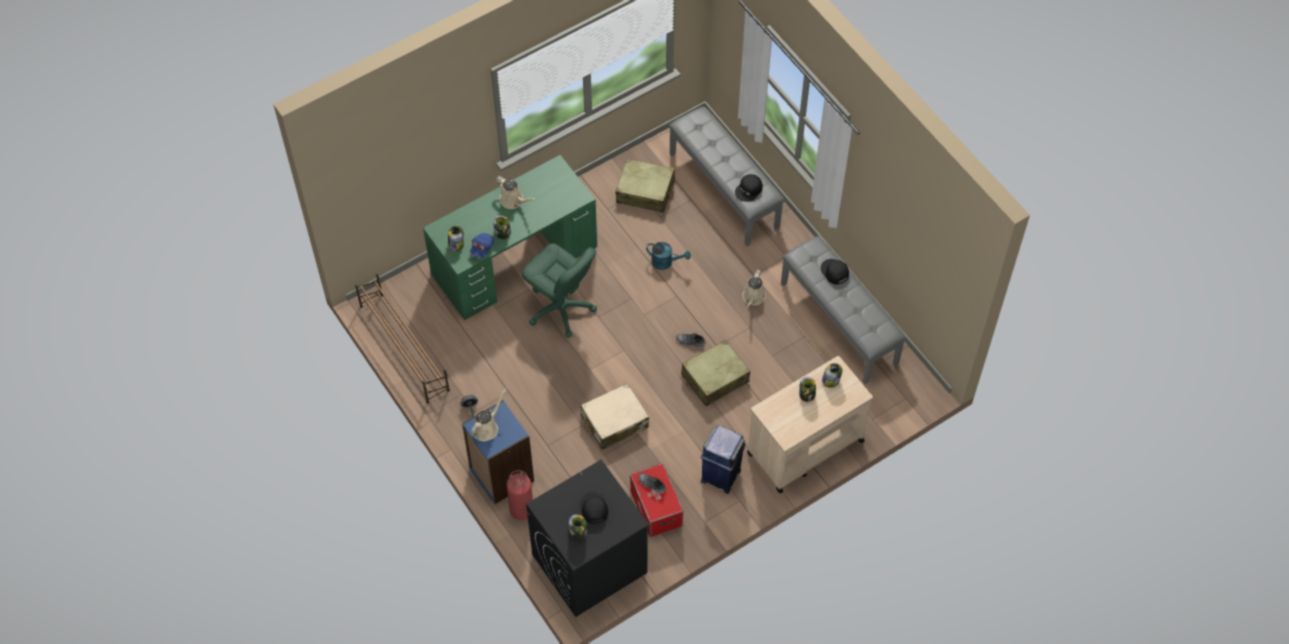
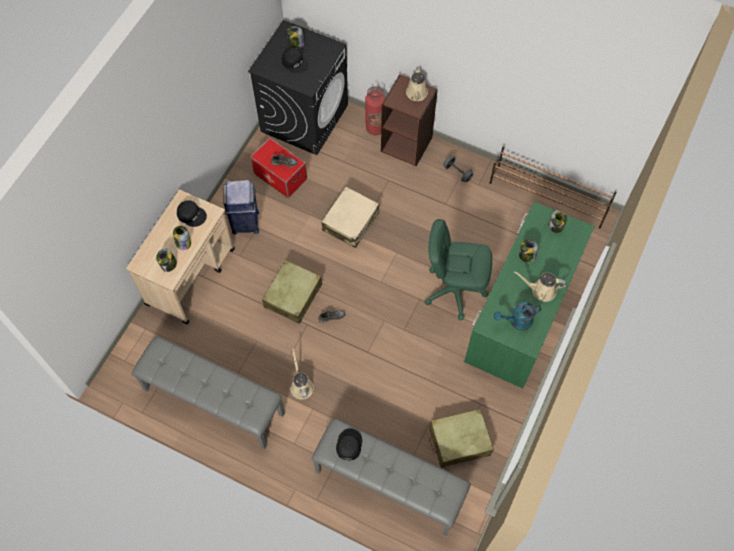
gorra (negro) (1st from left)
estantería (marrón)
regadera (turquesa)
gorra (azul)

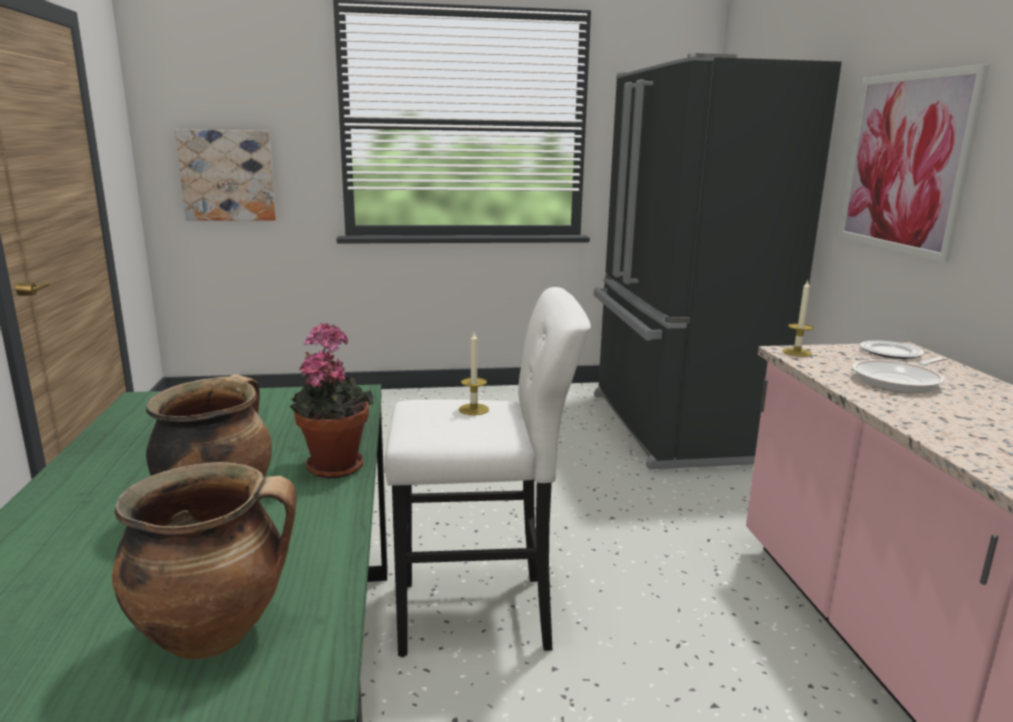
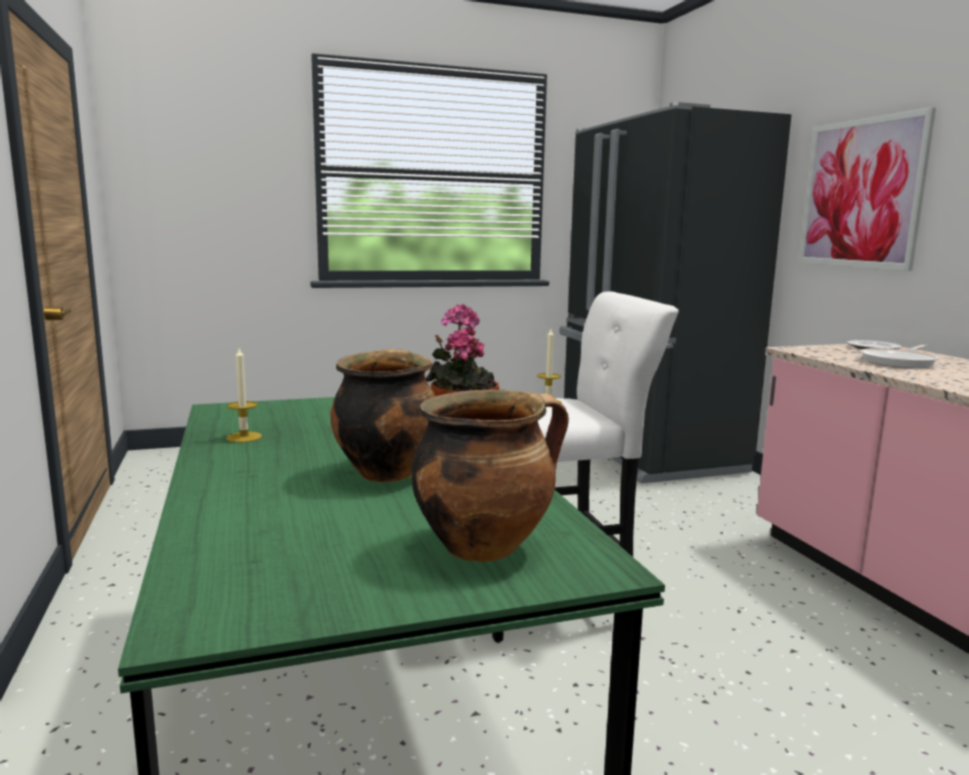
vela (1st from left)
cuadro (1st from left in the first image)

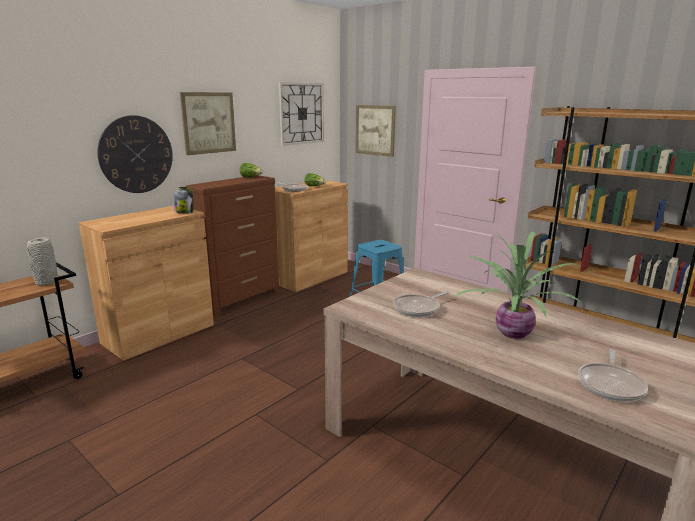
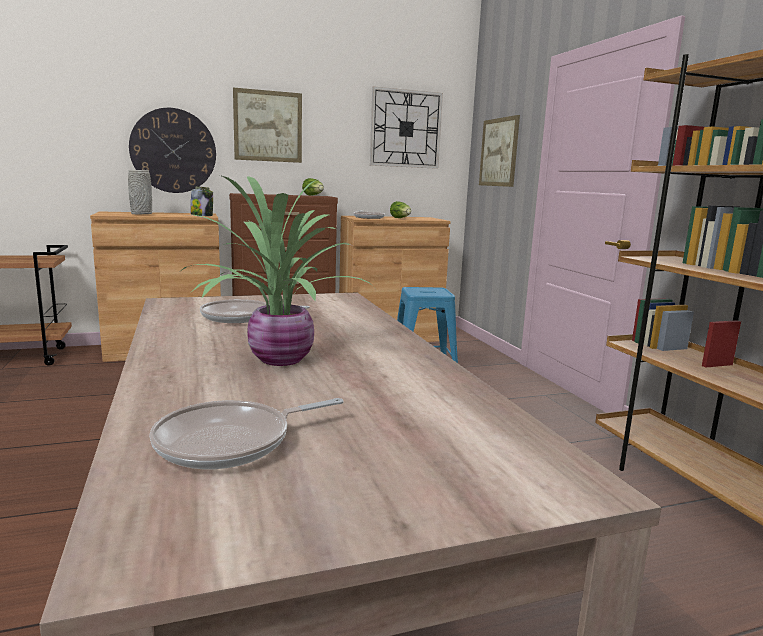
florero (gris)

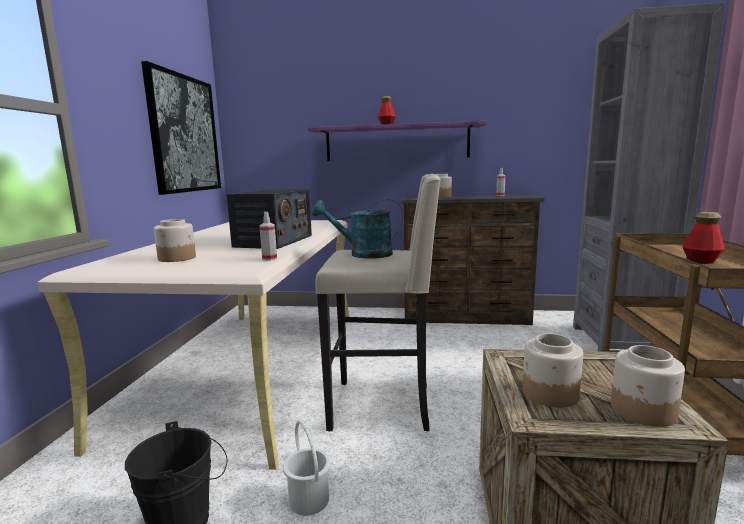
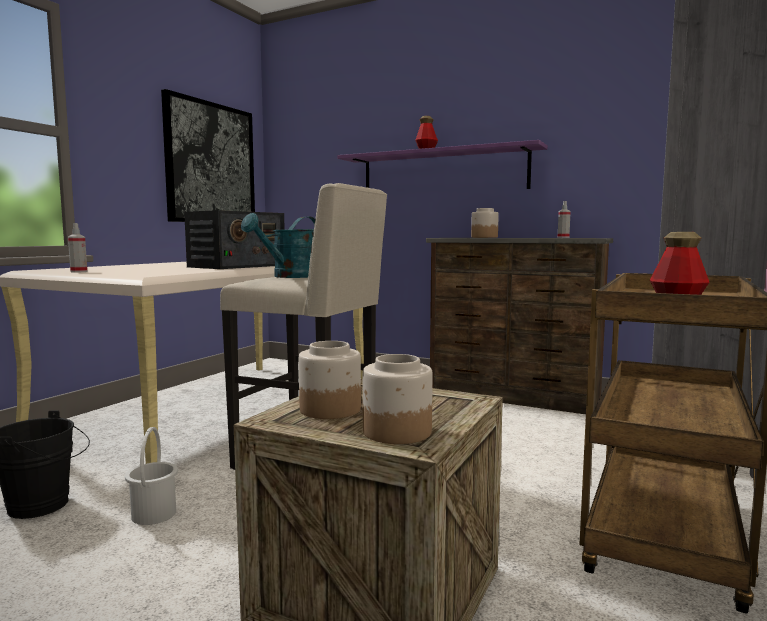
pulverizador (1st from left)
regadera (turquesa)
tarro (1st from left in the first image)

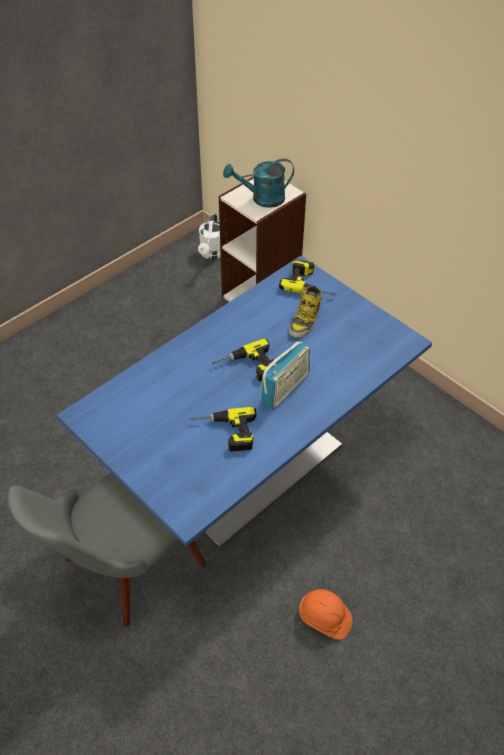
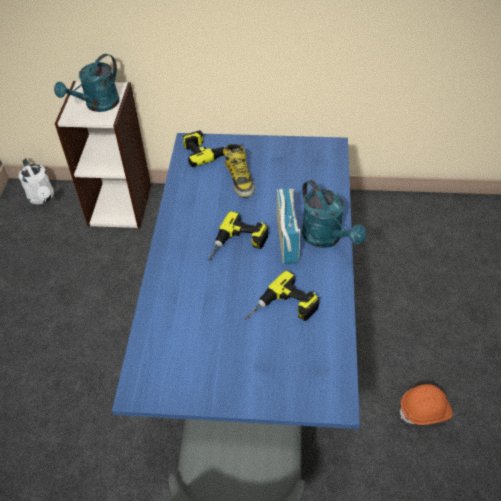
regadera (turquesa) (2nd from left)

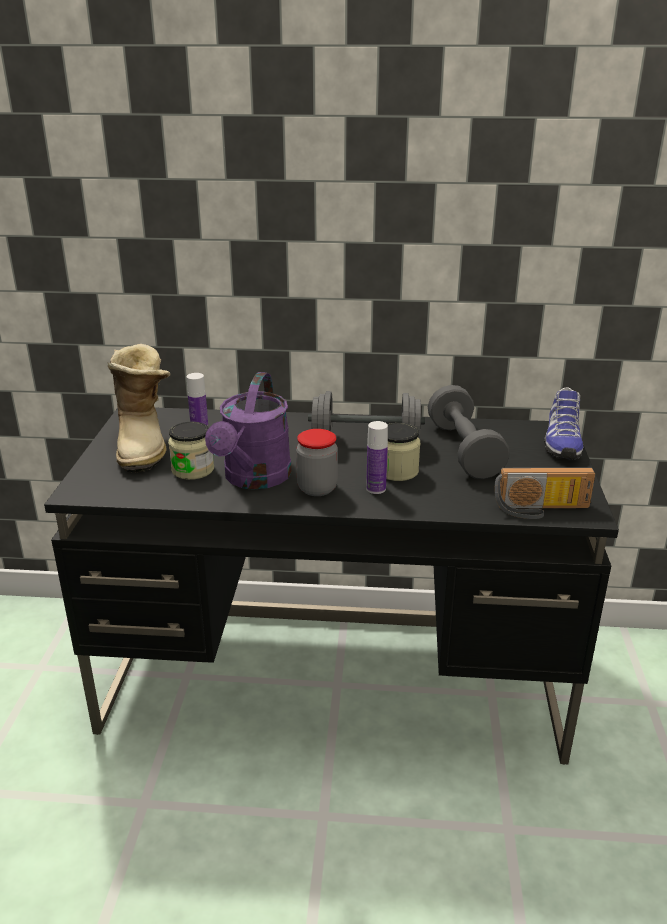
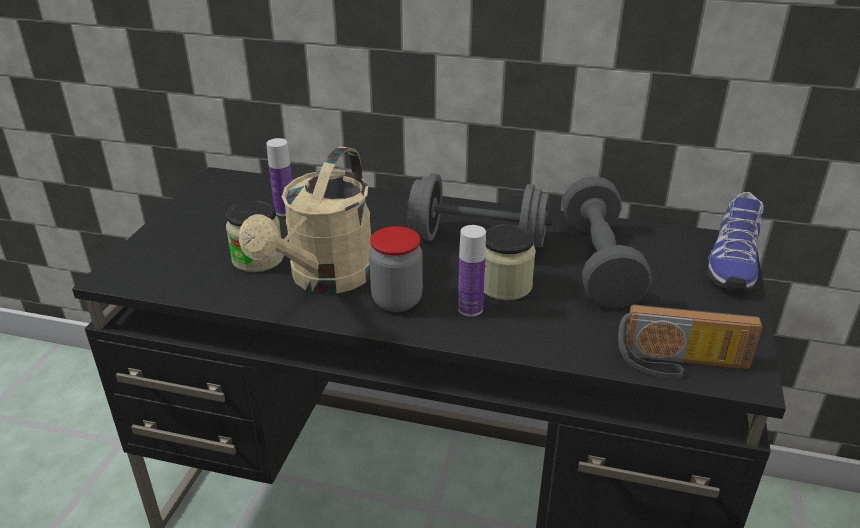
regadera (beis)
bota

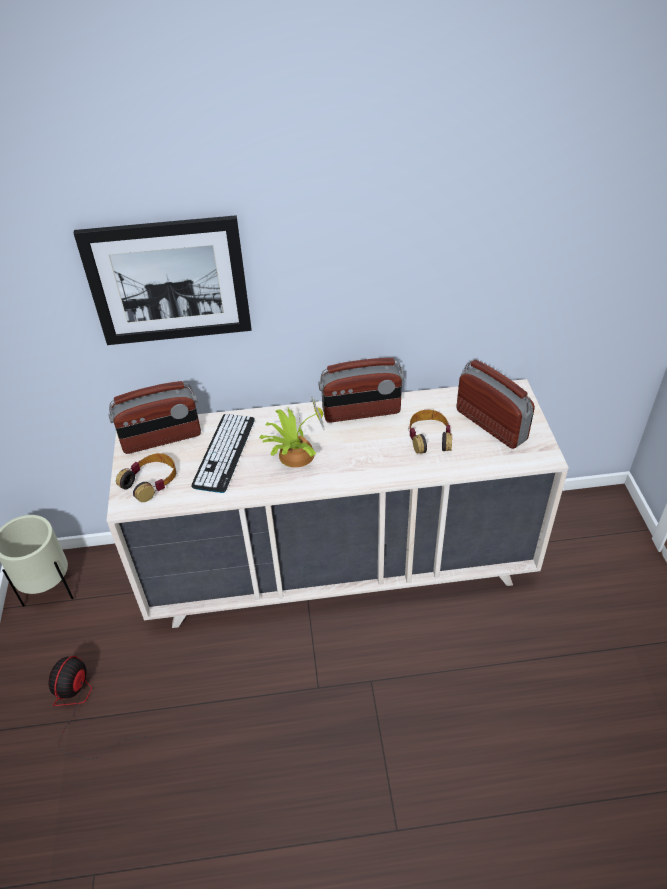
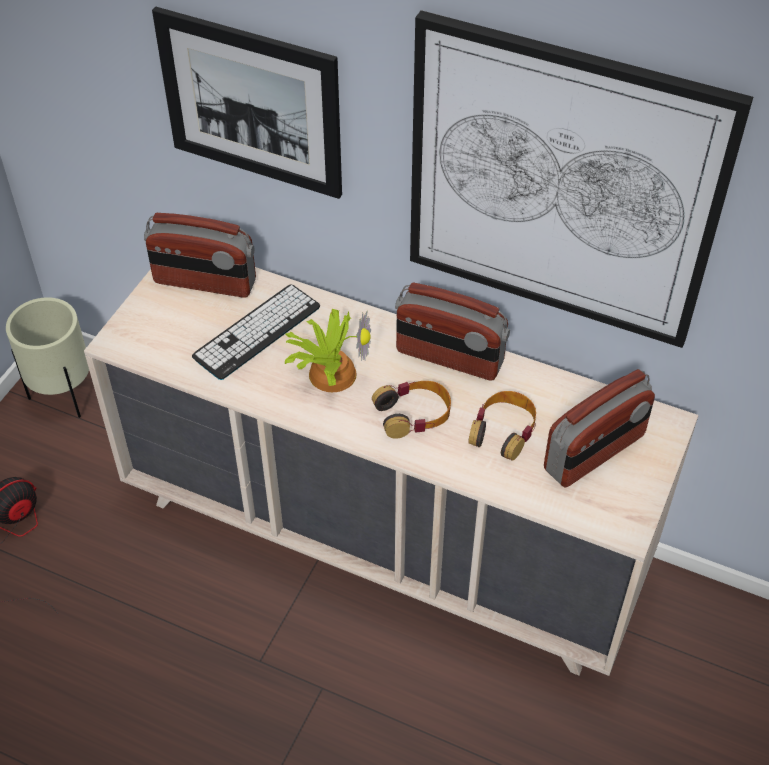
auriculares (1st from left)
cuadro (2nd from left)
radio (3rd from left)

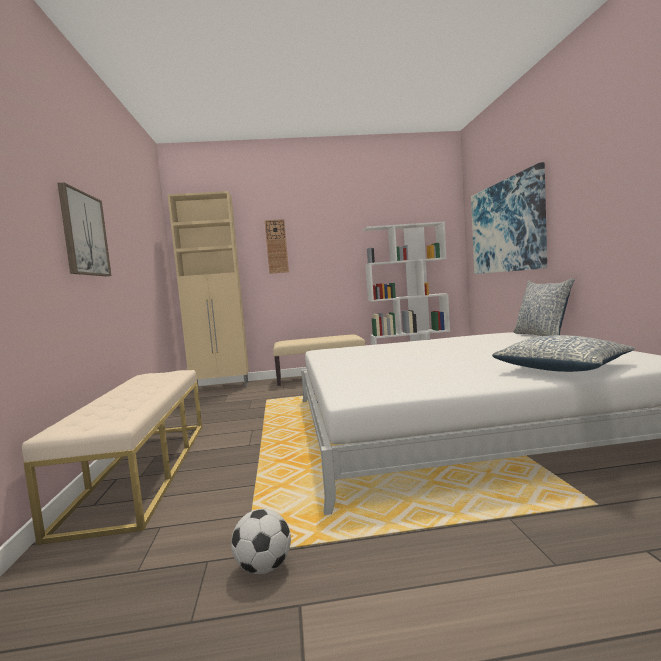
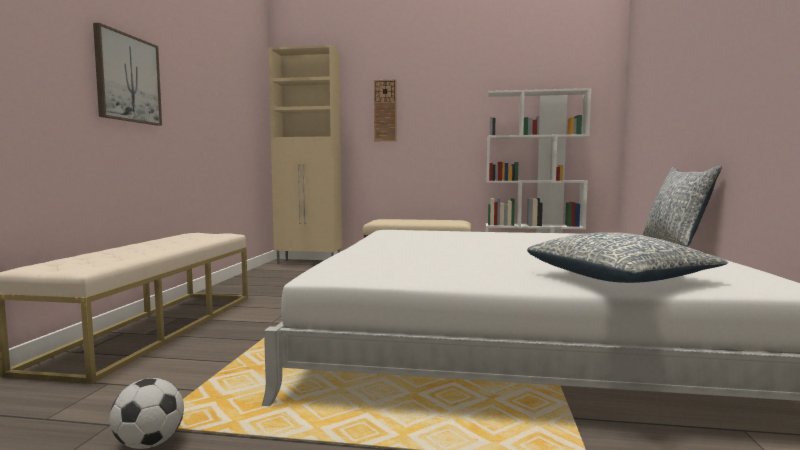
cuadro (2nd from left in the first image)

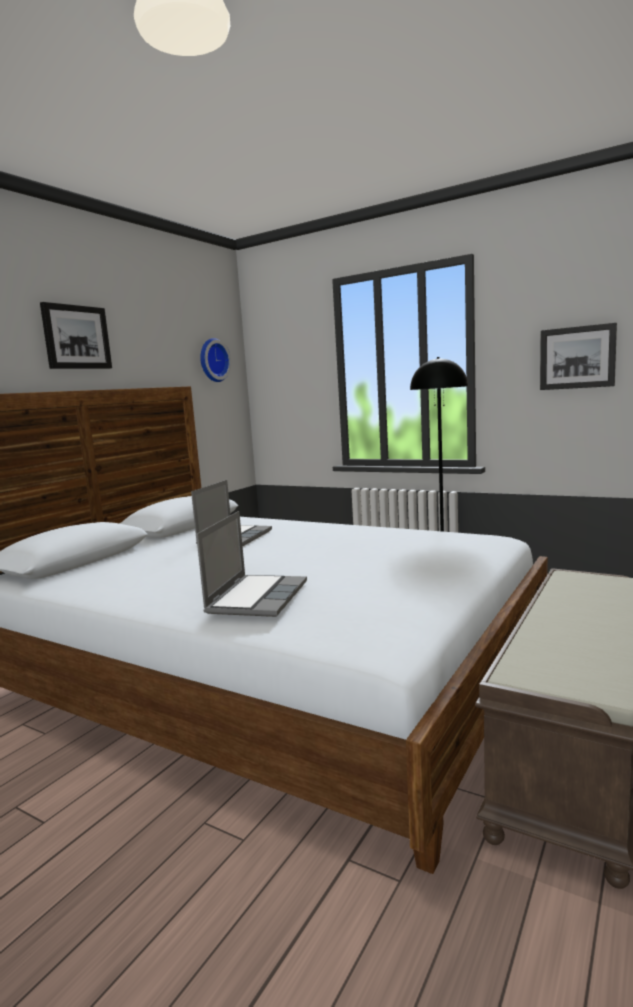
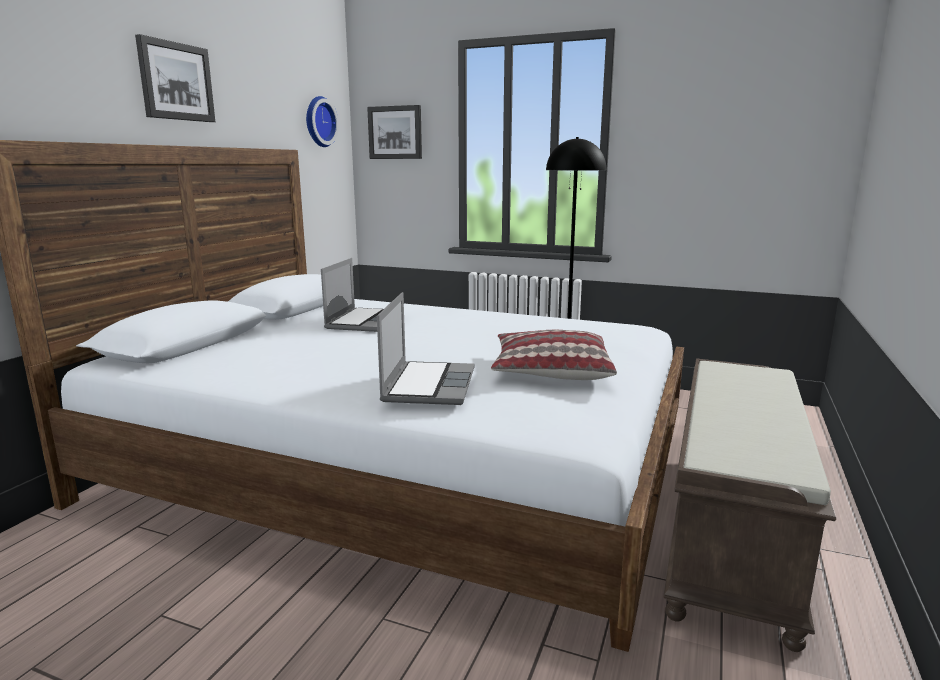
cuadro (2nd from left)
cojín

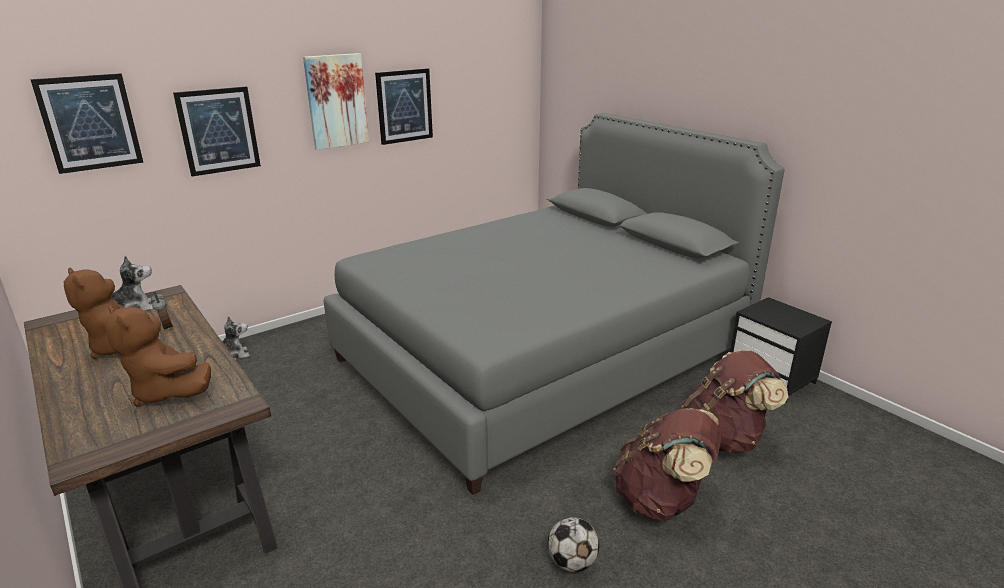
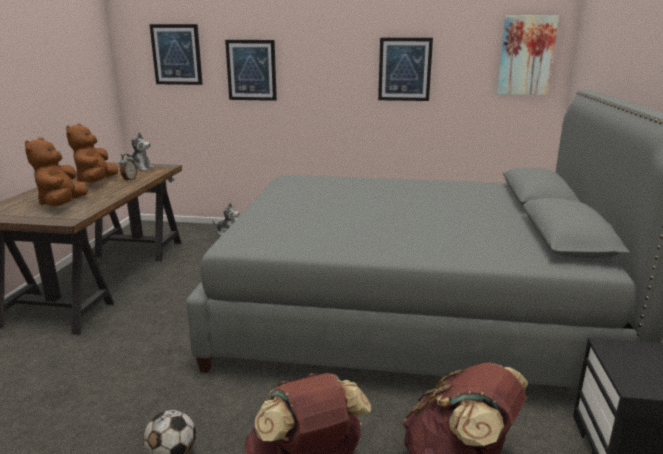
cuadro (4th from left)

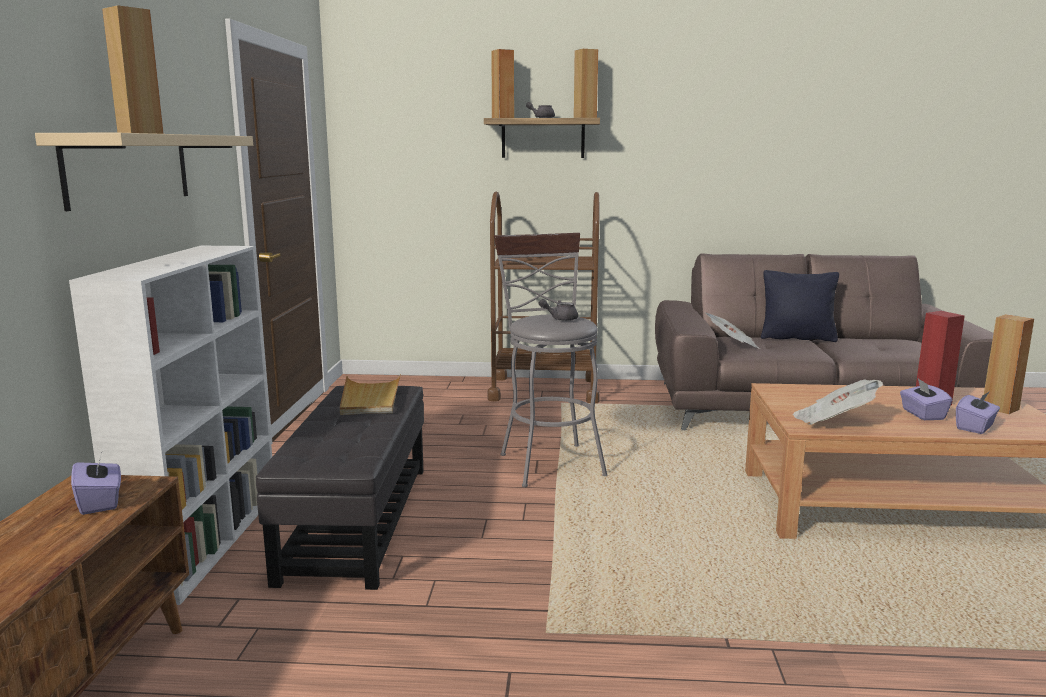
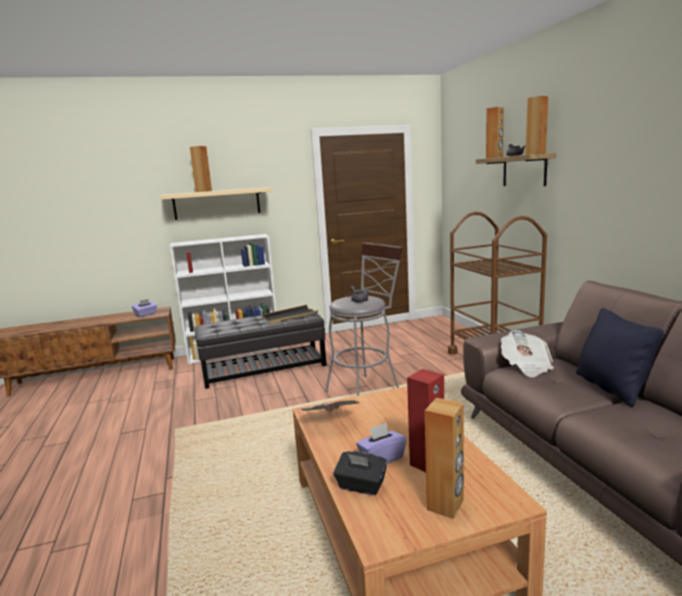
bandeja (negro)
caja de pañuelos (negro)

